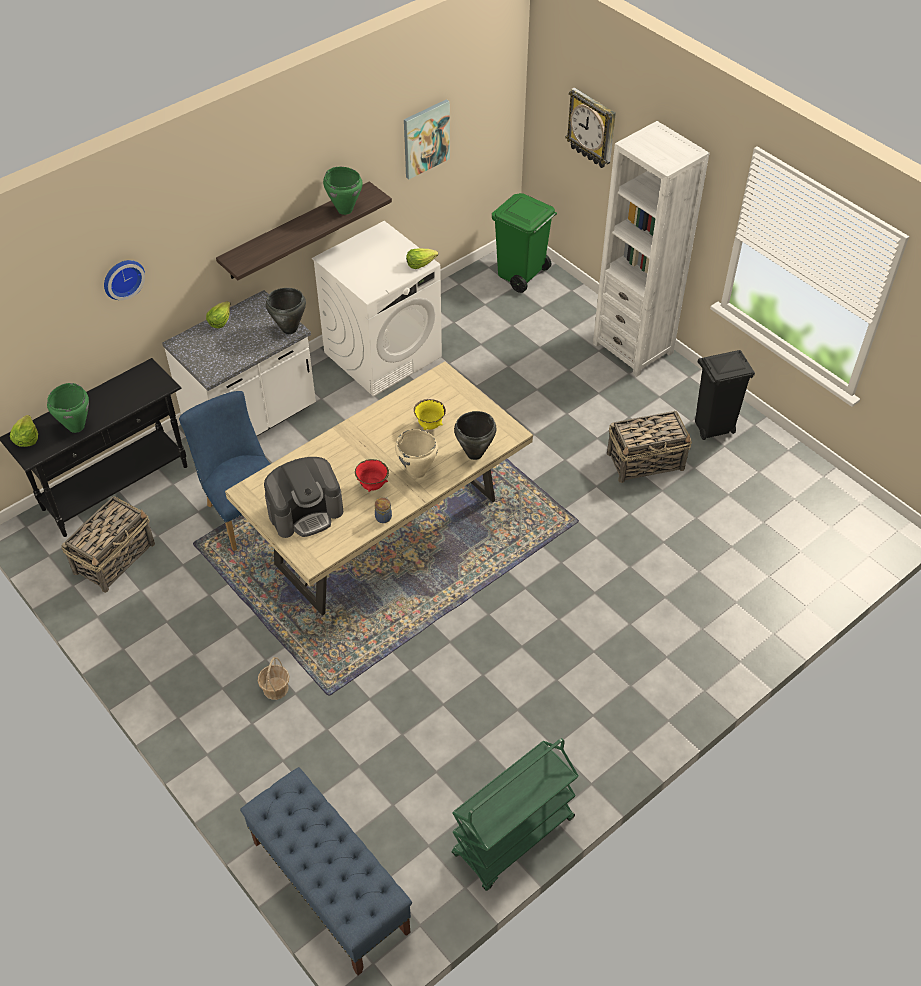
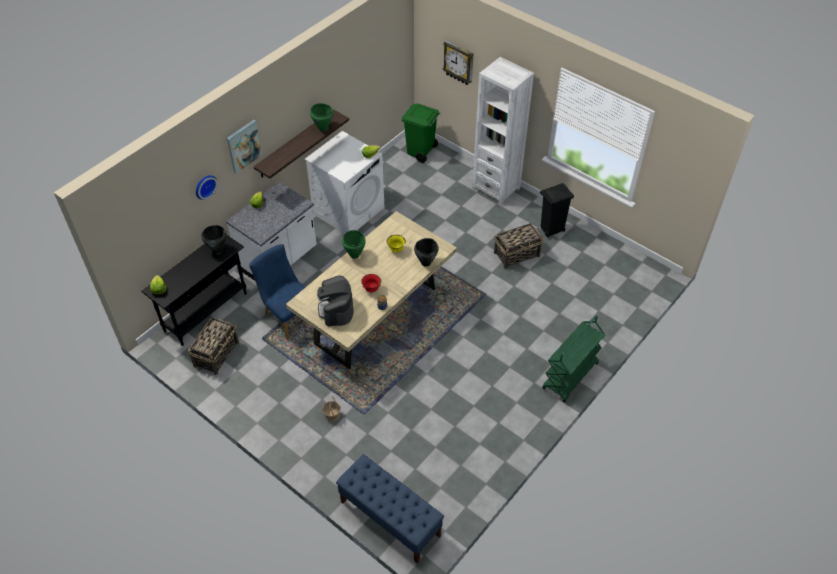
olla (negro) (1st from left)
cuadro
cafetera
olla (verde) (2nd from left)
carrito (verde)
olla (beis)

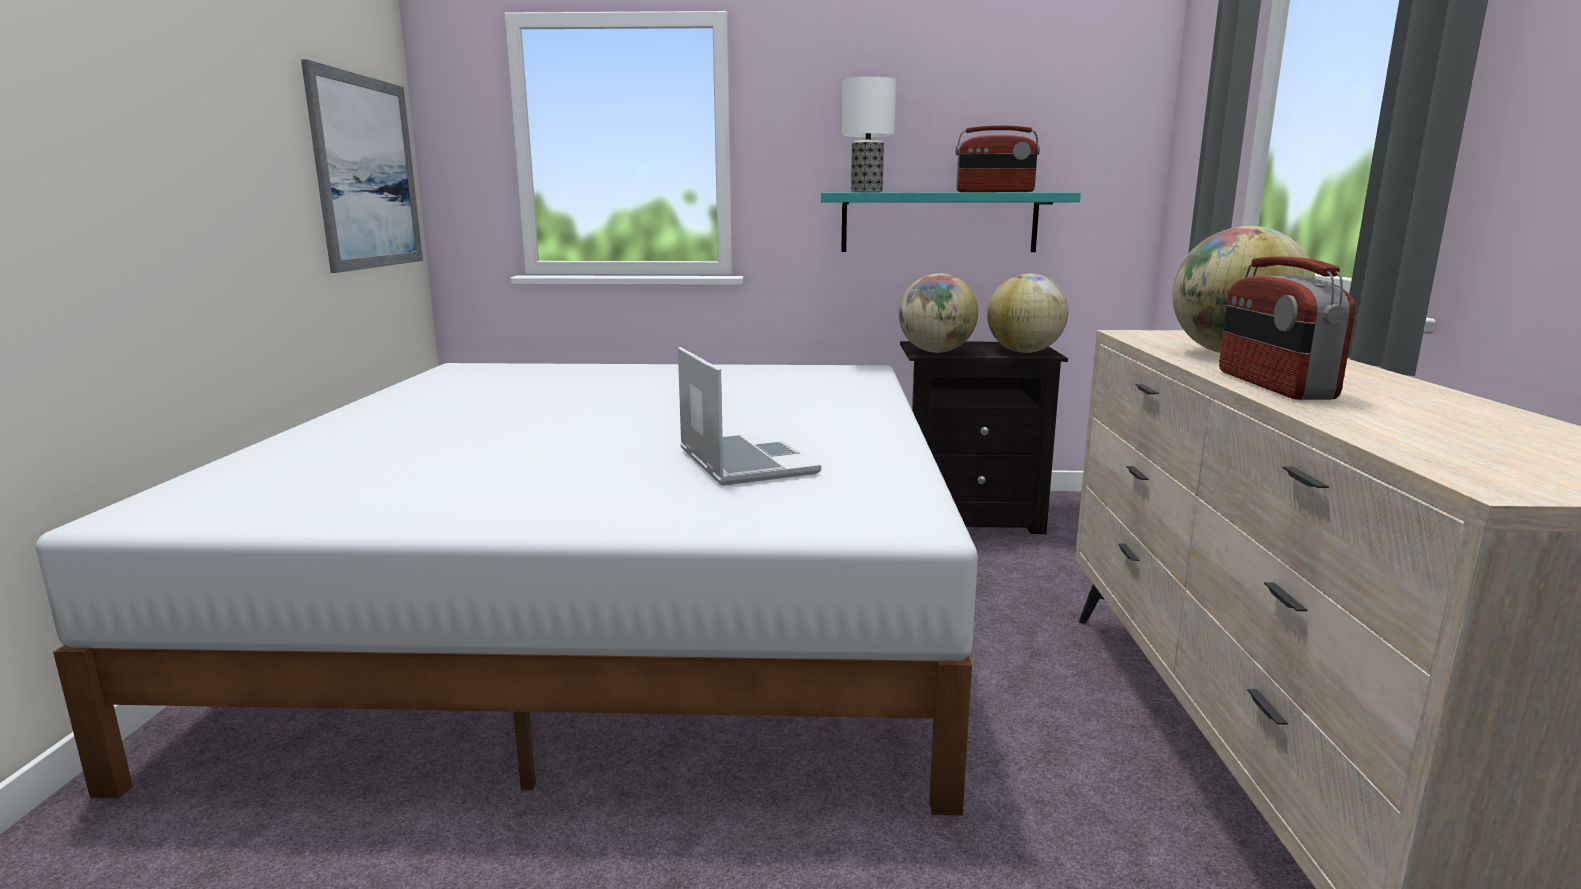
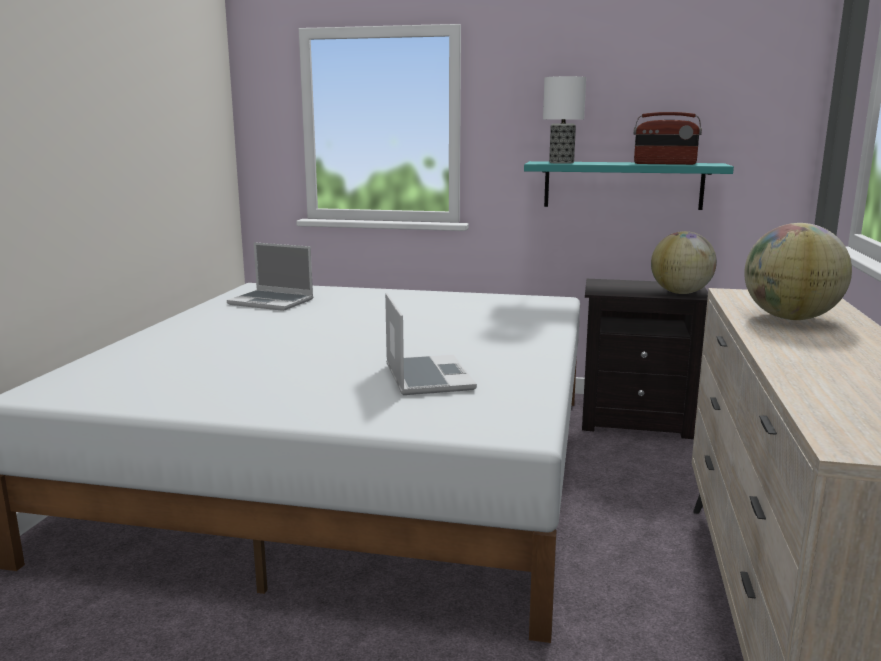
portátil (1st from left)
cuadro
globo terráqueo (1st from left in the first image)
radio (2nd from left in the first image)

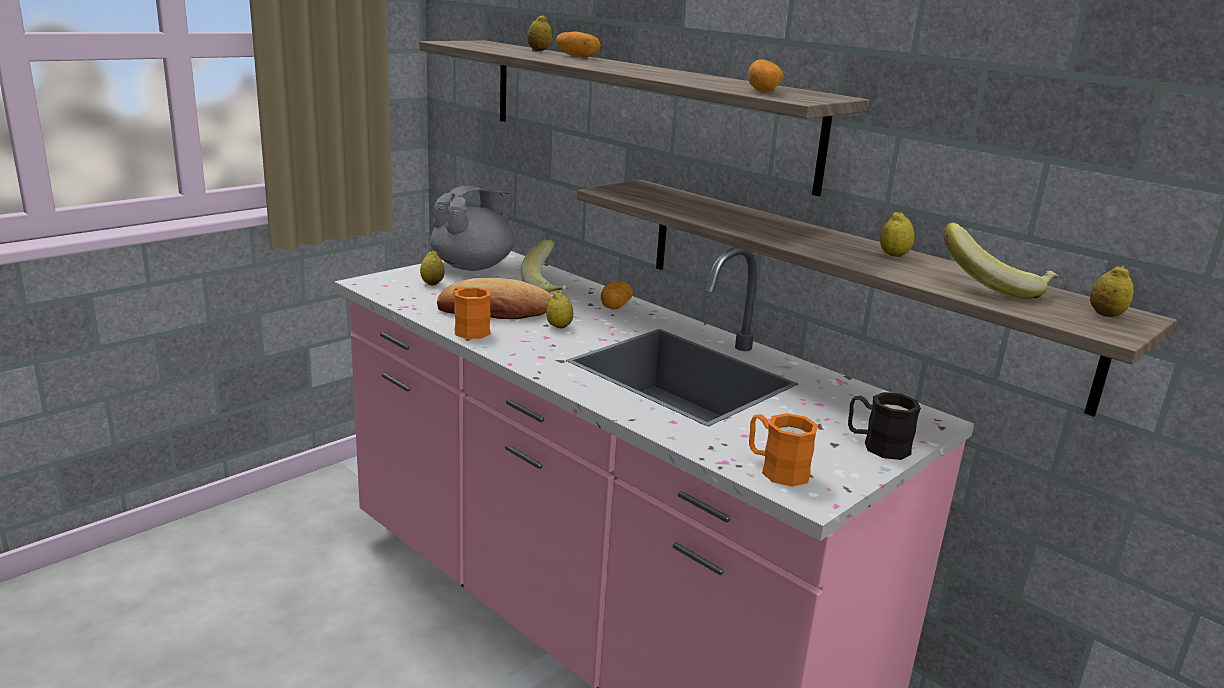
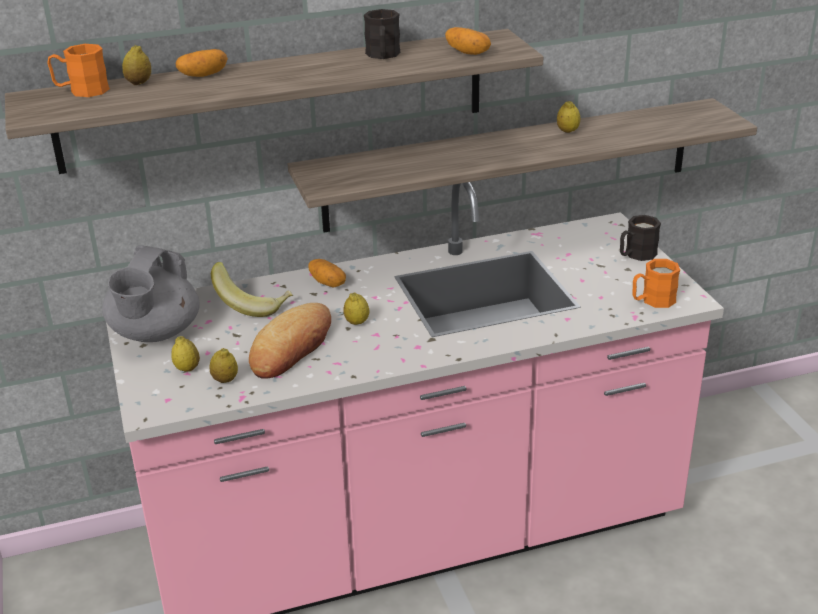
taza grande (naranja) (1st from left)
tetera (gris)
limón (3rd from left)
taza grande (negro) (1st from left)
plátano (2nd from left in the first image)

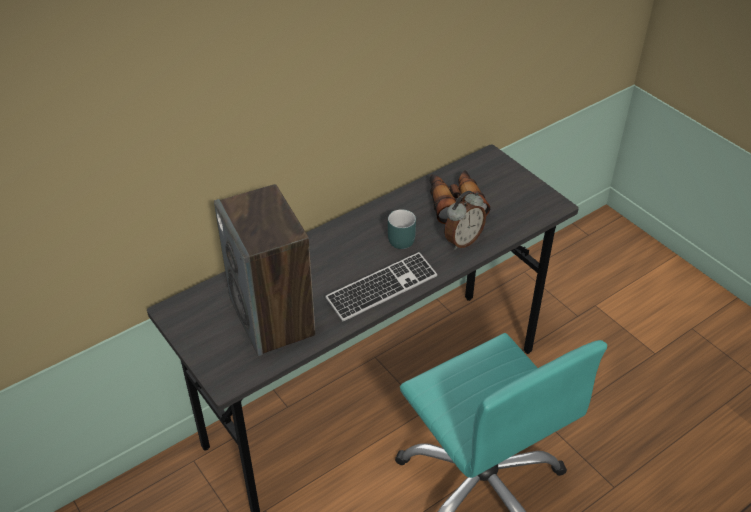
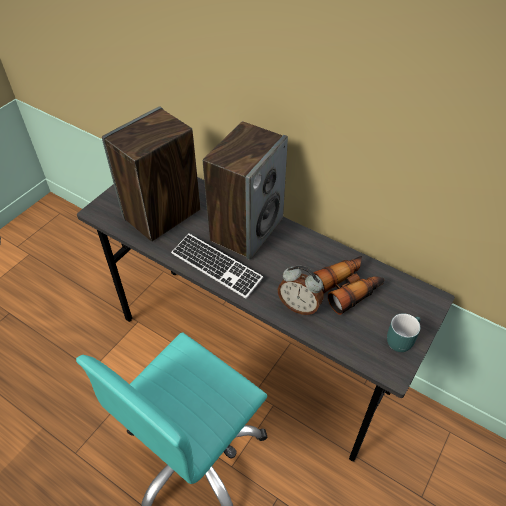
altavoz (2nd from left)
taza grande (turquesa)

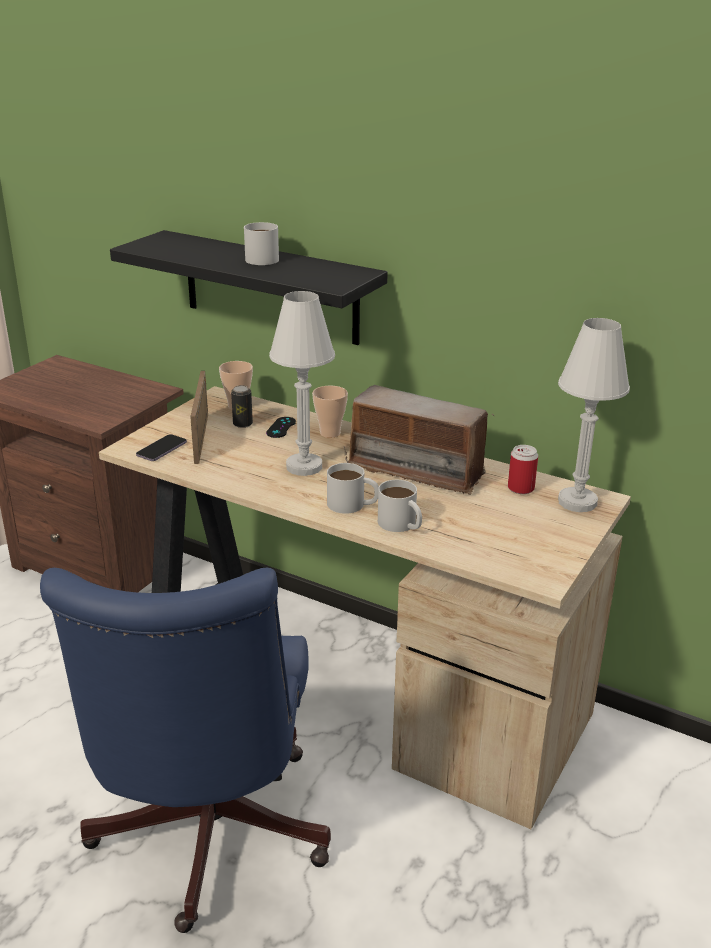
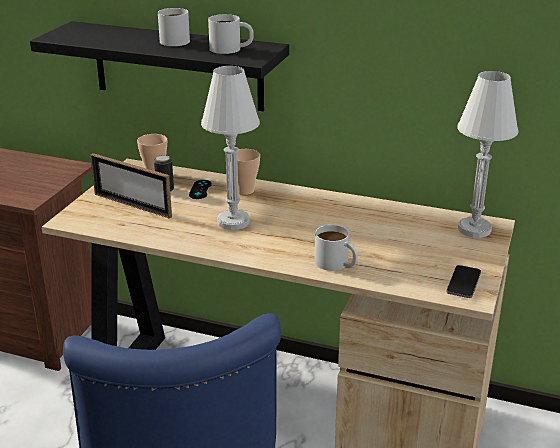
portarretratos
taza grande (blanco) (2nd from left)
móvil
radio
lata (2nd from left in the first image)

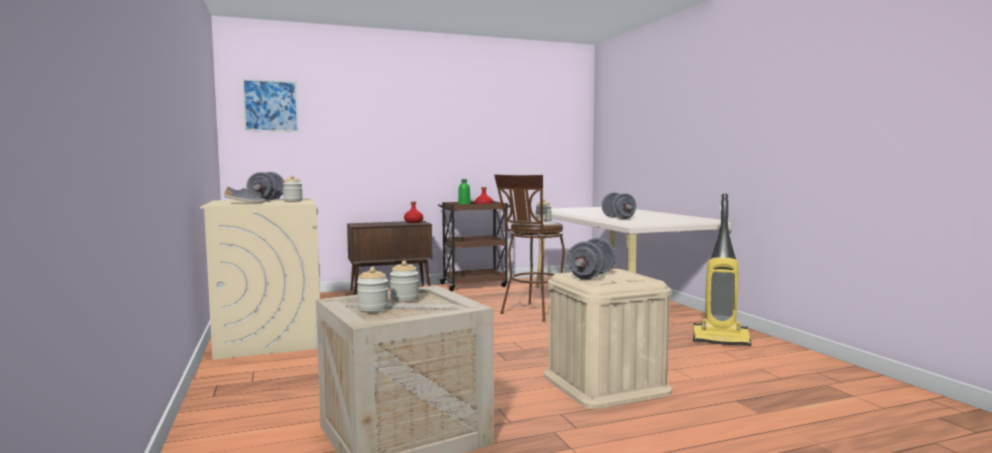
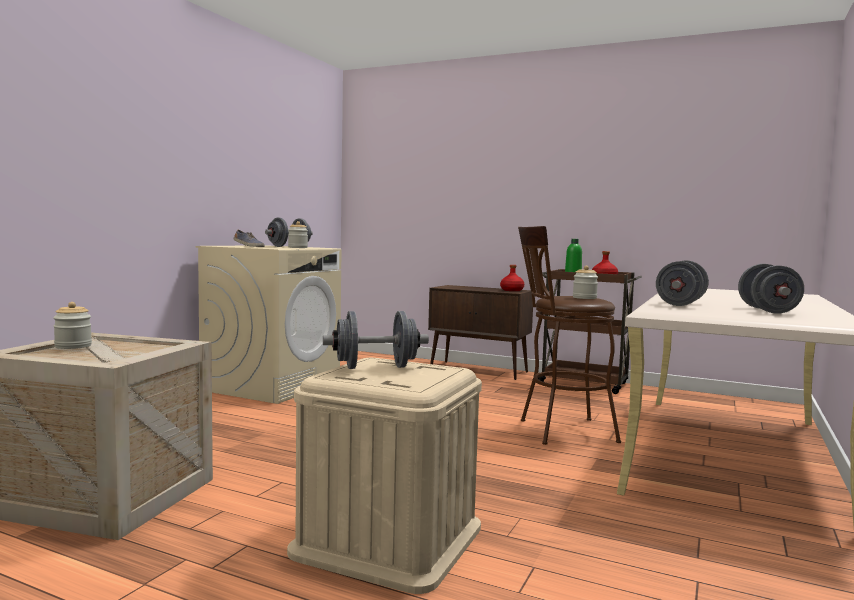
mancuerna (gris) (4th from left)
cuadro
tarro (3rd from left in the first image)
aspiradora

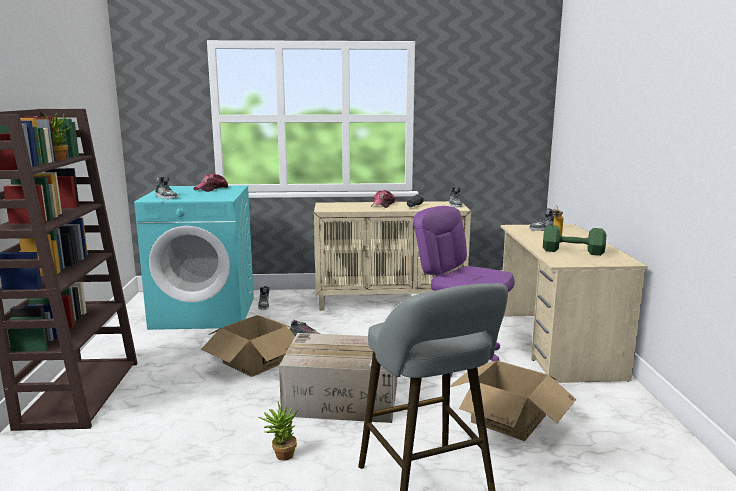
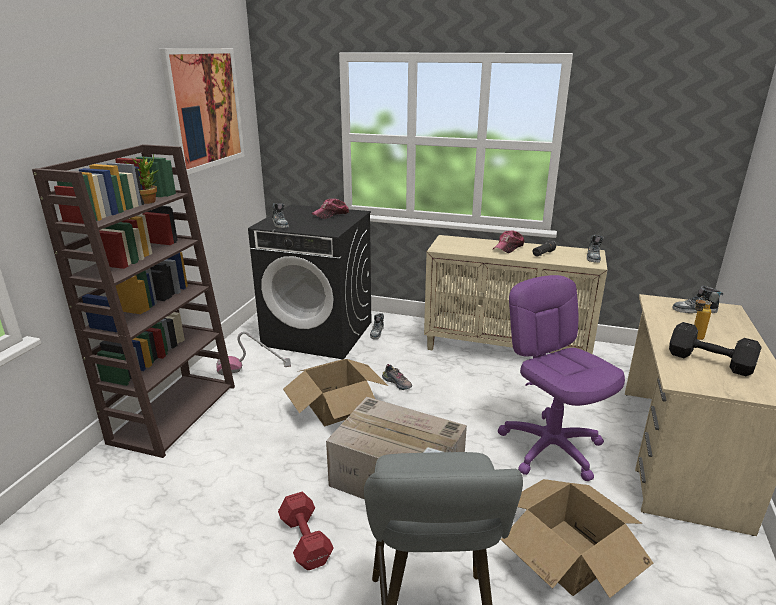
cuadro
aspiradora
lavadora (negro)
mancuerna (rojo)
mancuerna (negro)

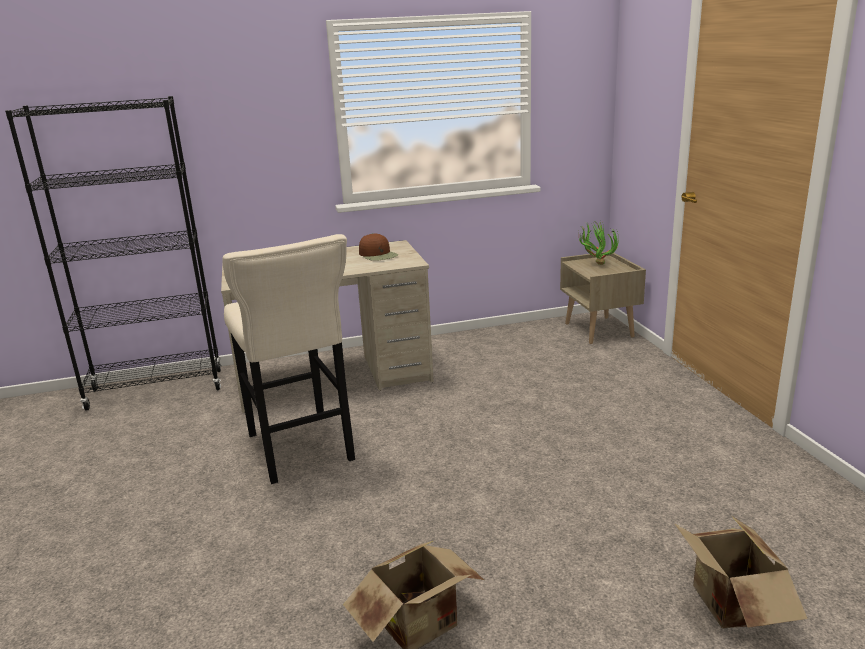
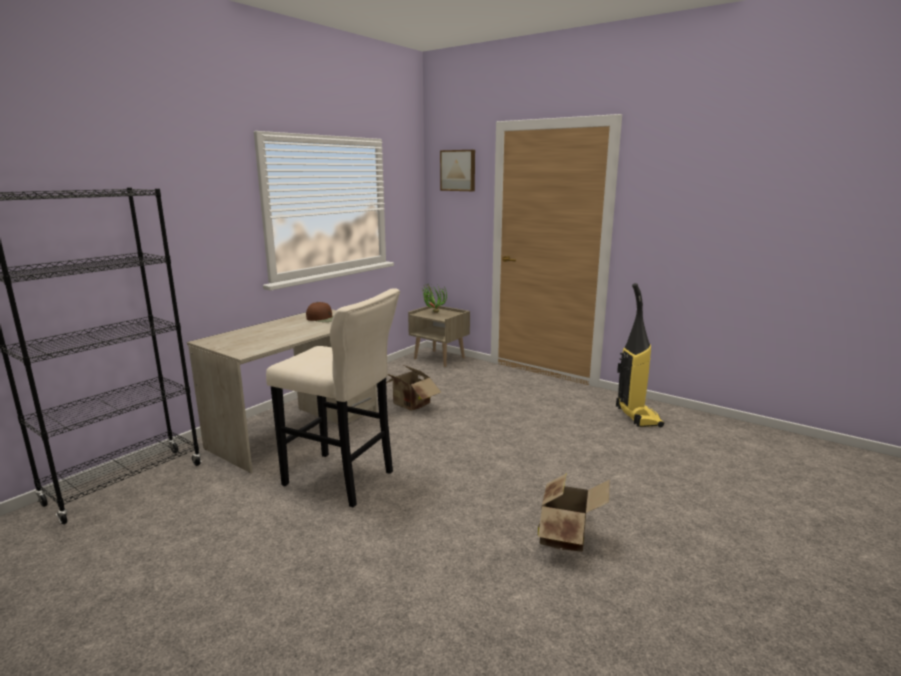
caja de cartón (1st from left)
cuadro
aspiradora

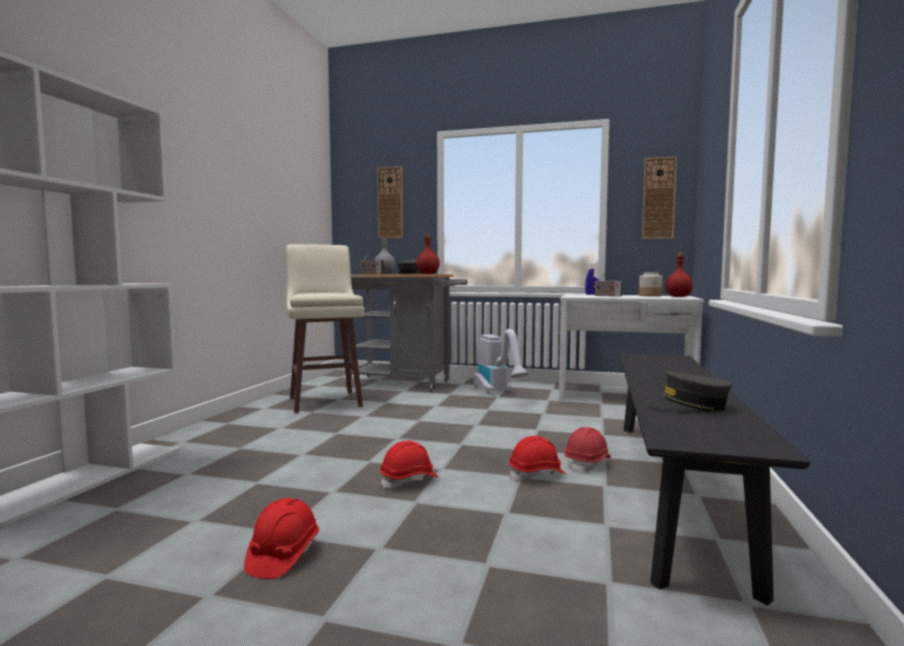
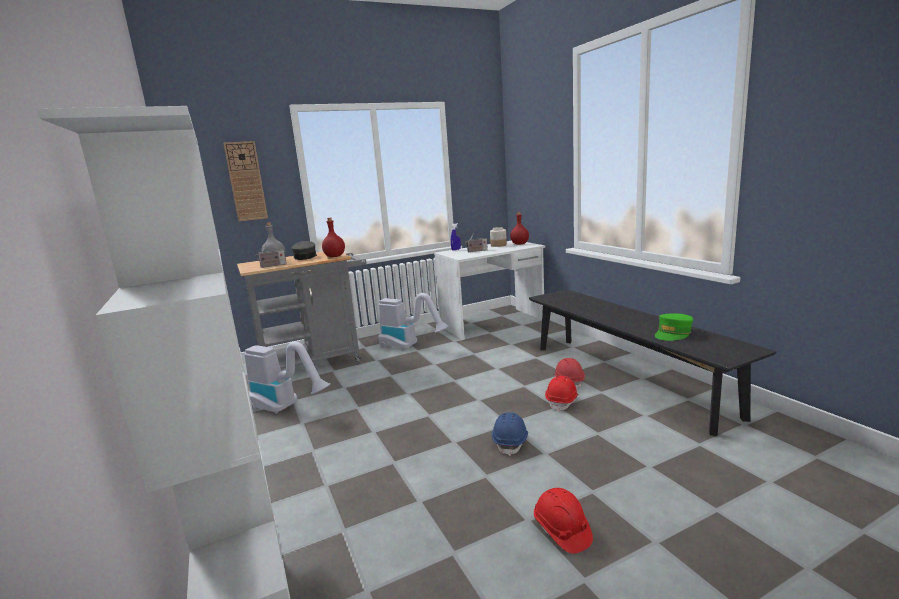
aspiradora (1st from left)
casco (azul)
gorra (verde)
reloj de pared (2nd from left in the first image)

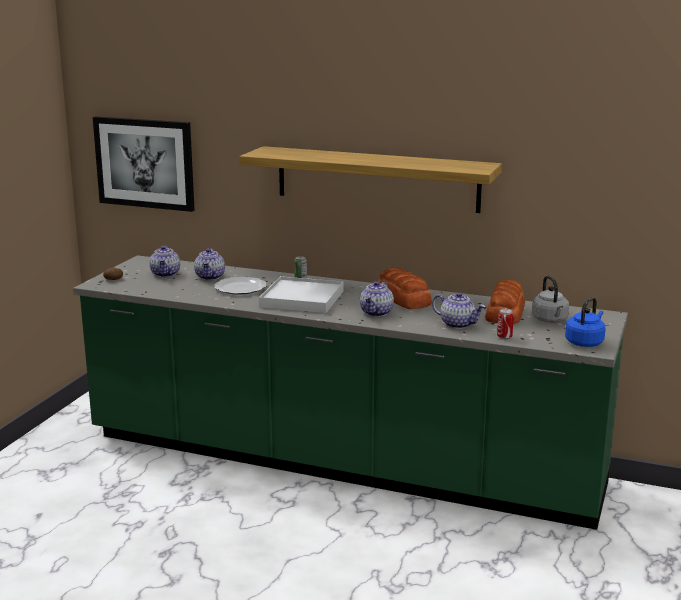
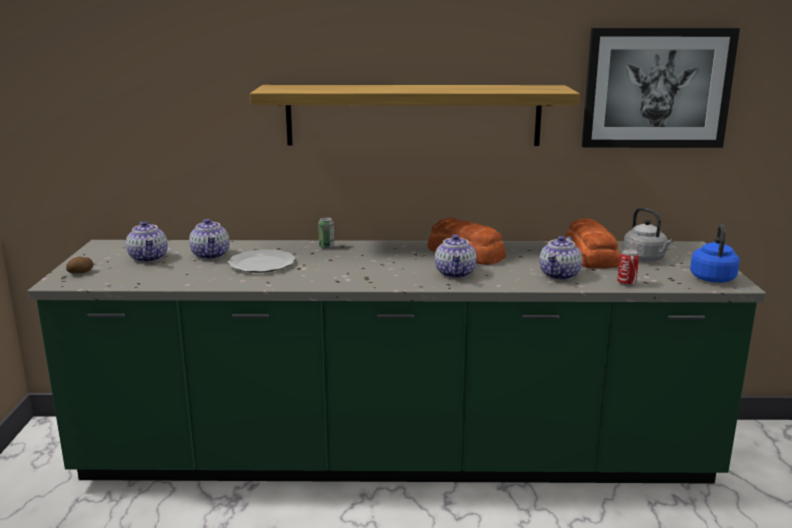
tetera (4th from left)
cuadro
bandeja (blanco)

